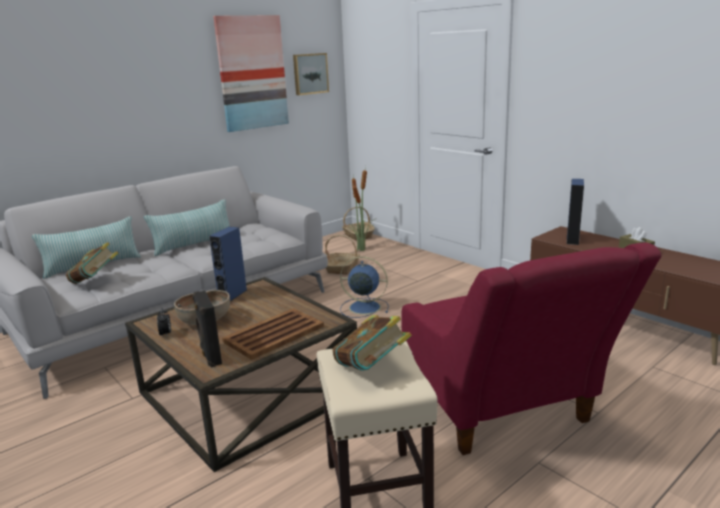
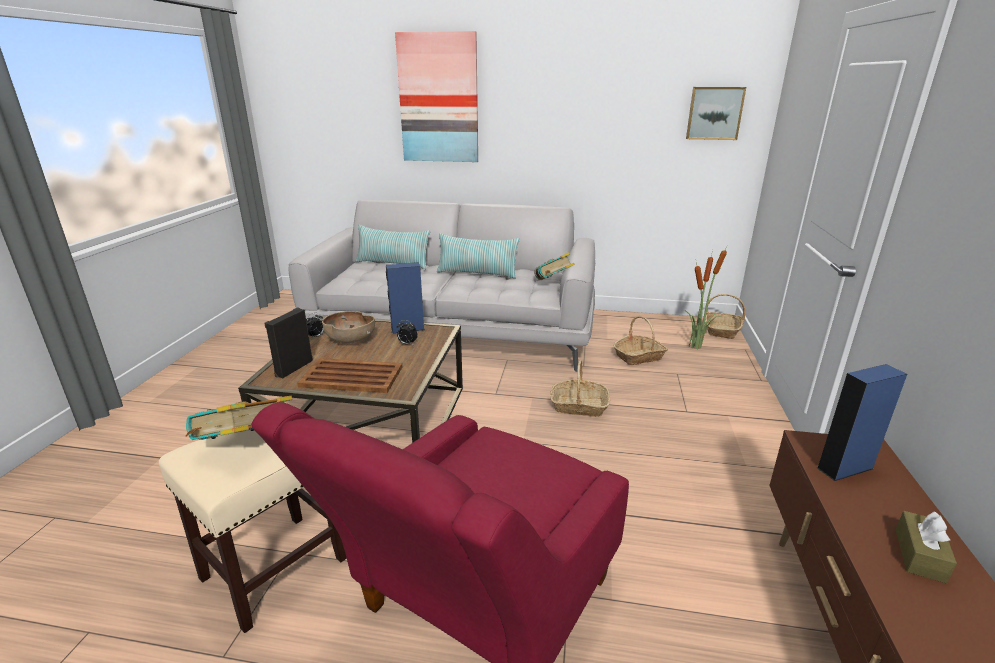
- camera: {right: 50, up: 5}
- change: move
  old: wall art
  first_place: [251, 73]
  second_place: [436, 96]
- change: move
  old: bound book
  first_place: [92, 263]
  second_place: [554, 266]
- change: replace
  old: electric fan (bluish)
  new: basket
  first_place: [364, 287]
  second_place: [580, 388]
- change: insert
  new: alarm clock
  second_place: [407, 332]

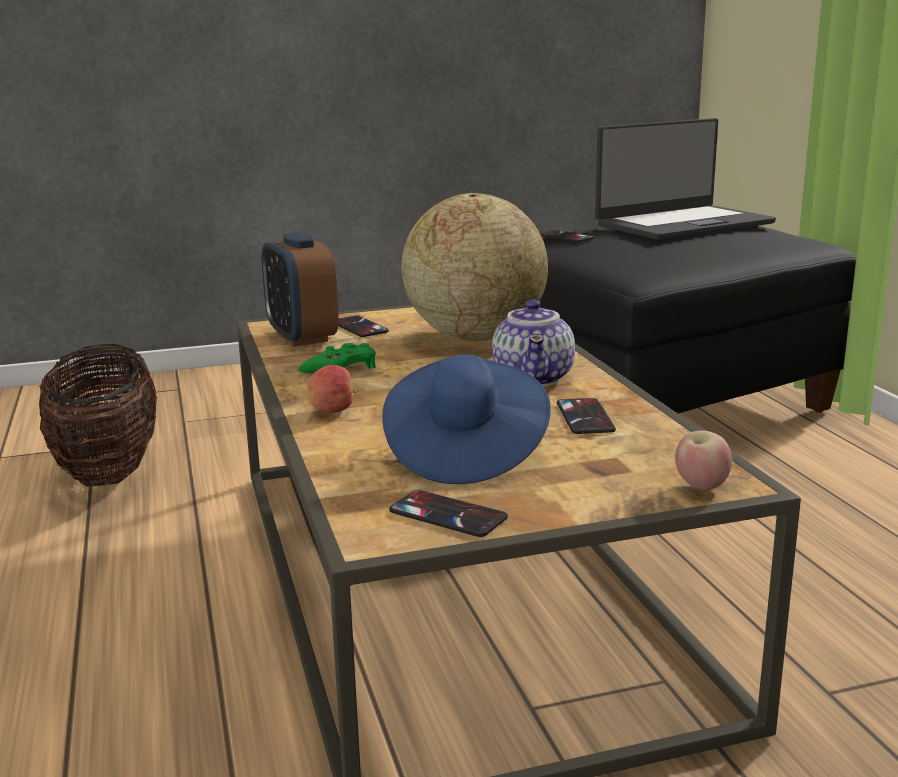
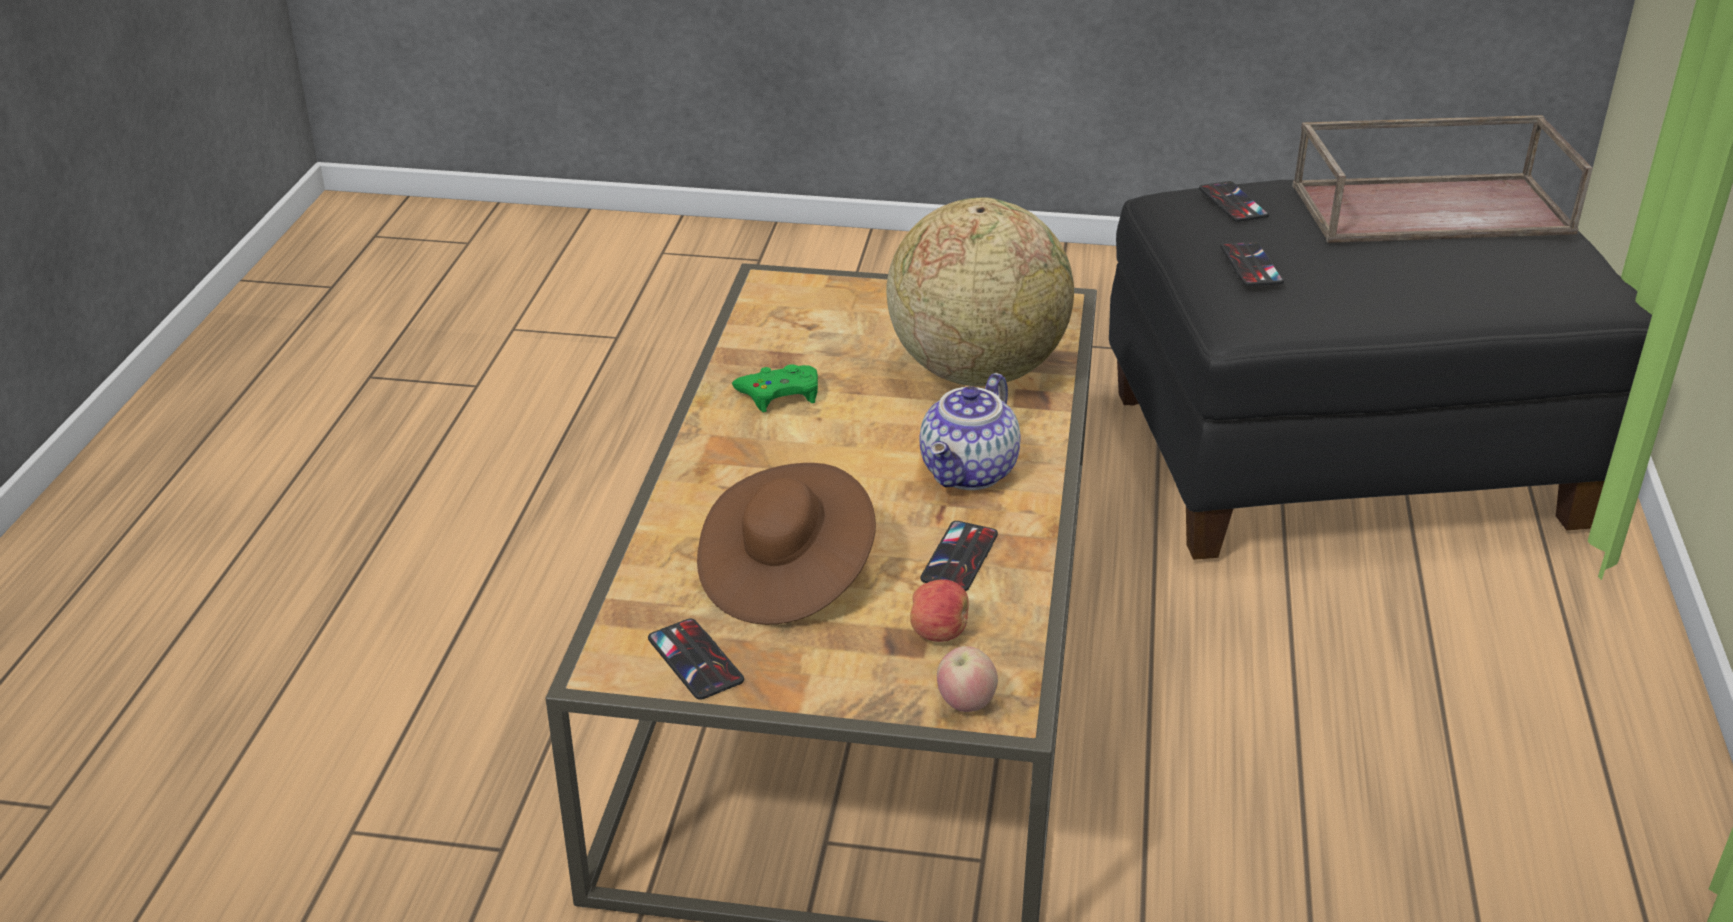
- camera: {right: 25, up: 15}
- change: replace
  old: laptop
  new: carrying tray (brown)
  first_place: [685, 179]
  second_place: [1442, 179]
- change: delete
  old: alarm clock
  first_place: [300, 289]
- change: move
  old: phone
  first_place: [363, 326]
  second_place: [1252, 263]
- change: delete
  old: basket
  first_place: [98, 415]
- change: recolor
  old: wearable hat (bluish)
  new: wearable hat (brown)
  first_place: [466, 419]
  second_place: [786, 544]
- change: move
  old: apple fruit
  first_place: [331, 389]
  second_place: [939, 610]

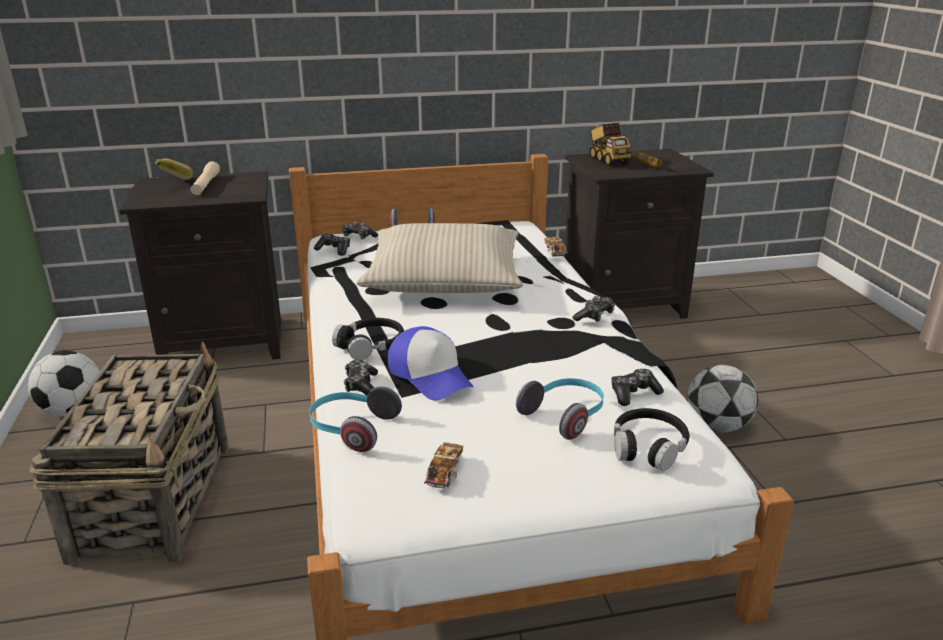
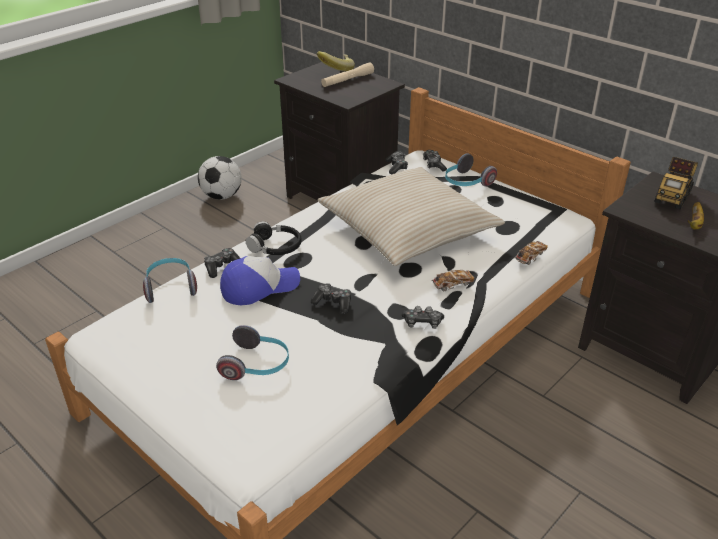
- camera: {right: 55, up: 10}
- change: rotate
  old: cap
  first_place: [431, 363]
  second_place: [260, 280]
  degrees: -135
- change: delete
  old: basket
  first_place: [129, 453]
- change: delete
  old: football ball
  first_place: [723, 398]
- change: move
  old: gamepad
  first_place: [637, 387]
  second_place: [331, 298]
- change: delete
  old: headset (black-coloured)
  first_place: [652, 439]
- change: move
  old: toy car
  first_place: [443, 465]
  second_place: [452, 280]

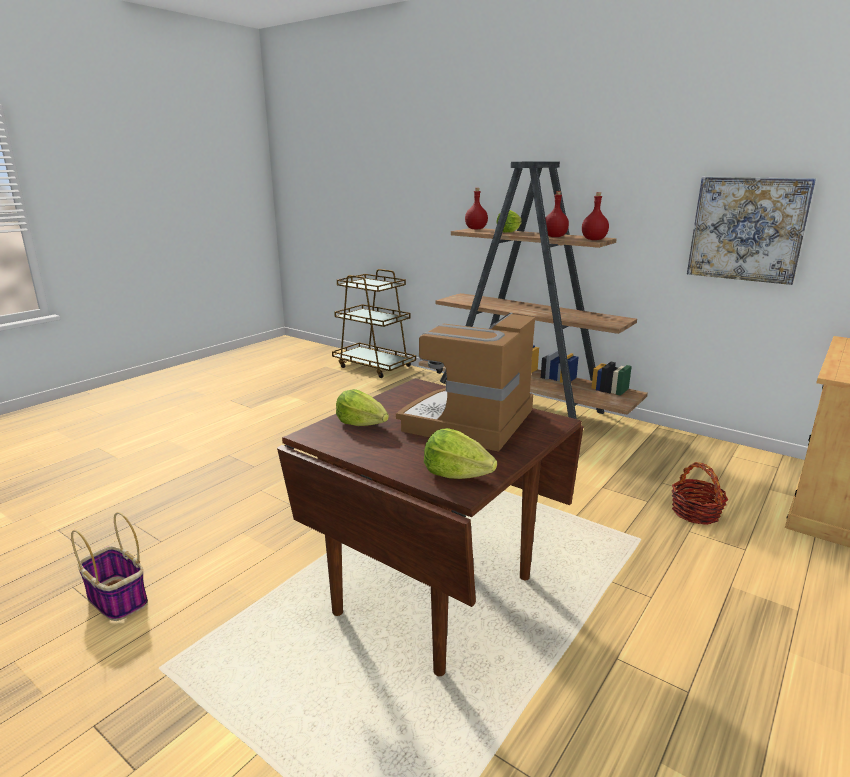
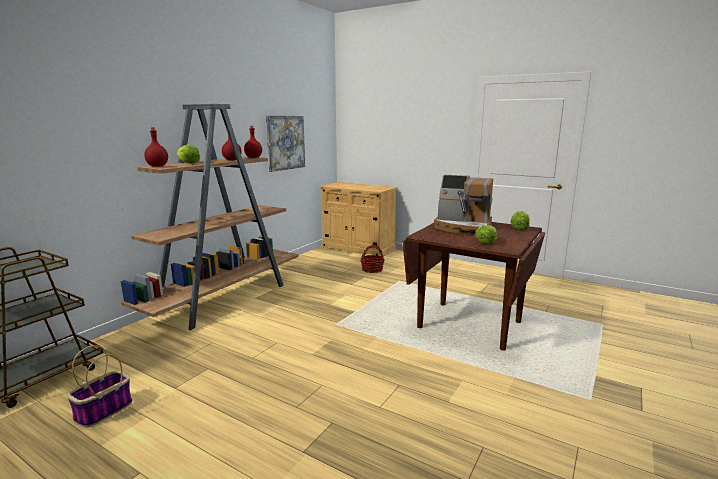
- camera: {right: -95, up: -5}
- change: move
  old: basket
  first_place: [109, 566]
  second_place: [99, 386]

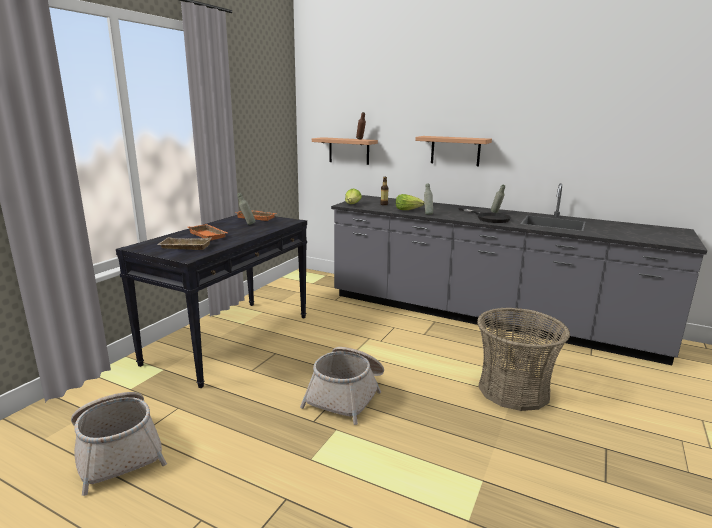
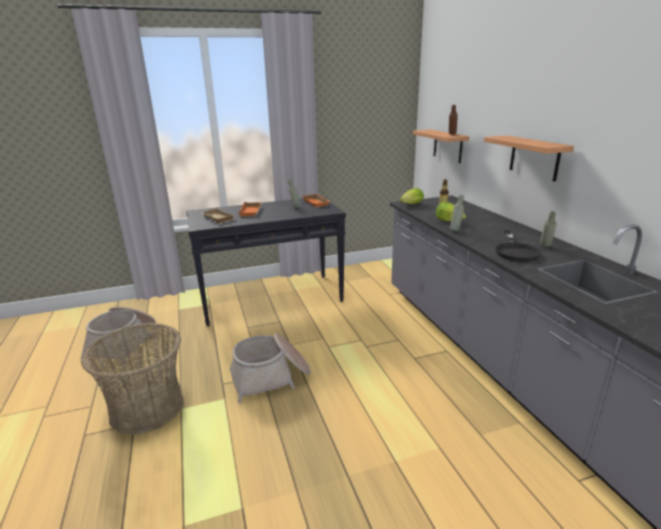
- camera: {right: 45, up: 5}
- change: move
  old: basket
  first_place: [523, 359]
  second_place: [132, 379]

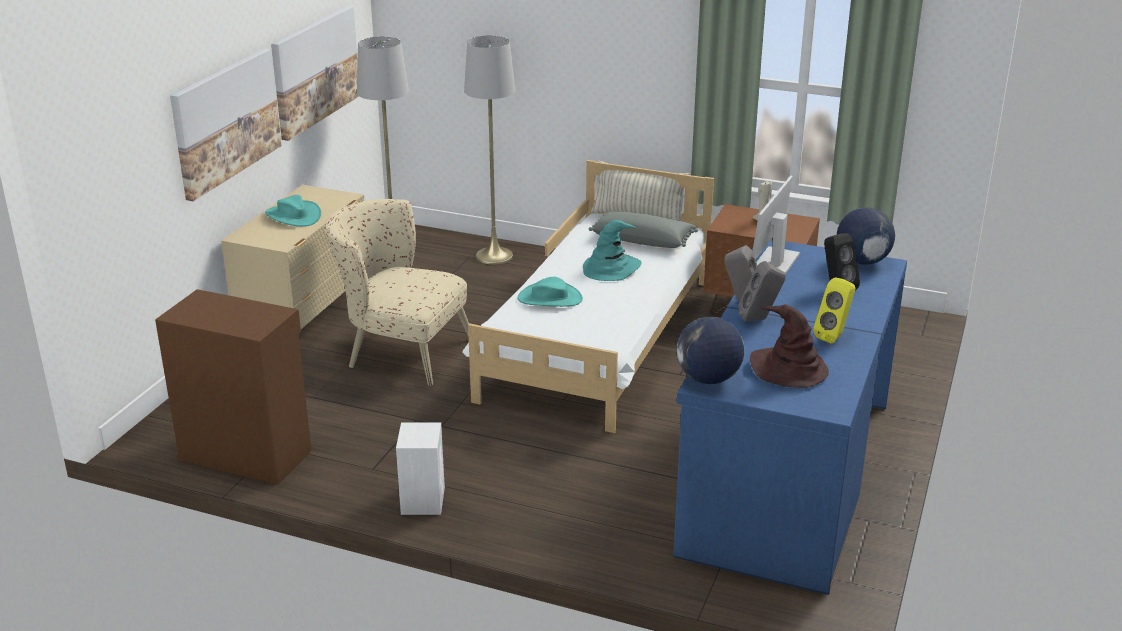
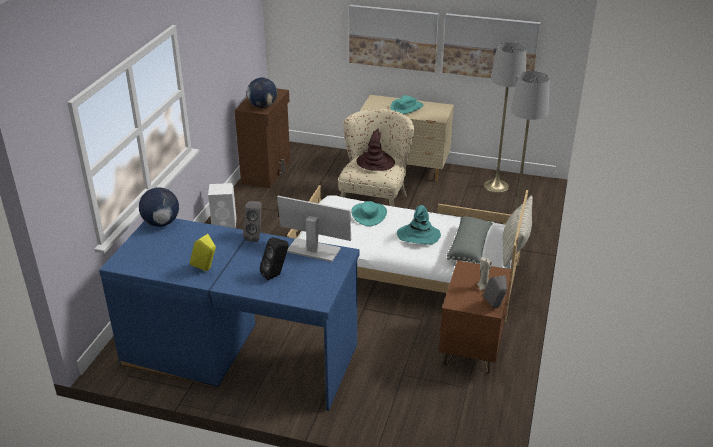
- camera: {right: 85, up: 5}
- change: move
  old: world globe
  first_place: [866, 236]
  second_place: [262, 93]
- change: move
  old: audio speaker (greyish)
  first_place: [762, 291]
  second_place: [495, 291]
- change: move
  old: wearable hat (brown)
  first_place: [789, 346]
  second_place: [375, 150]

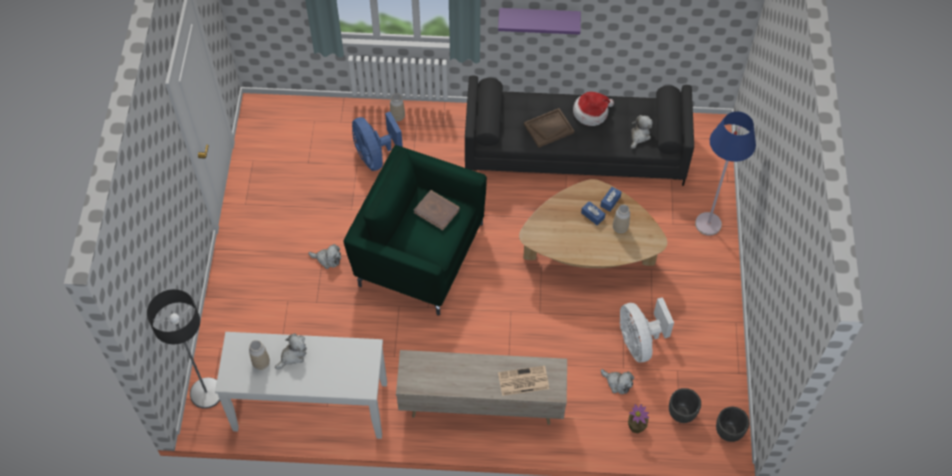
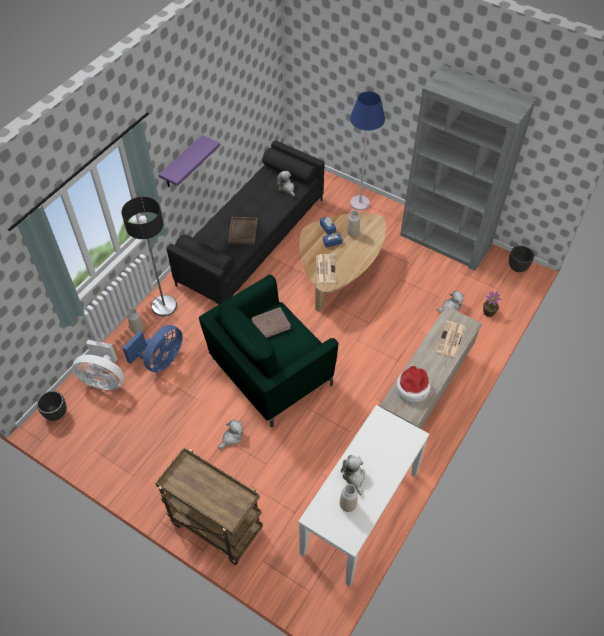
- camera: {right: -60, up: -5}
- change: move
  old: wearable hat
  first_place: [593, 109]
  second_place: [413, 384]
- change: rotate
  old: electric fan (bluish)
  first_place: [377, 141]
  second_place: [152, 348]
  degrees: -60
- change: move
  old: standard lamp
  first_place: [183, 349]
  second_place: [149, 256]
- change: move
  old: electric fan (white)
  first_place: [646, 329]
  second_place: [98, 365]
- change: move
  old: plant pot (black-coloured)
  first_place: [685, 405]
  second_place: [52, 406]
- change: insert
  new: bookshelf (greyish)
  second_place: [468, 168]
- change: insert
  new: daily paper
  second_place: [326, 269]
- change: insert
  new: trolley (brown)
  second_place: [209, 506]

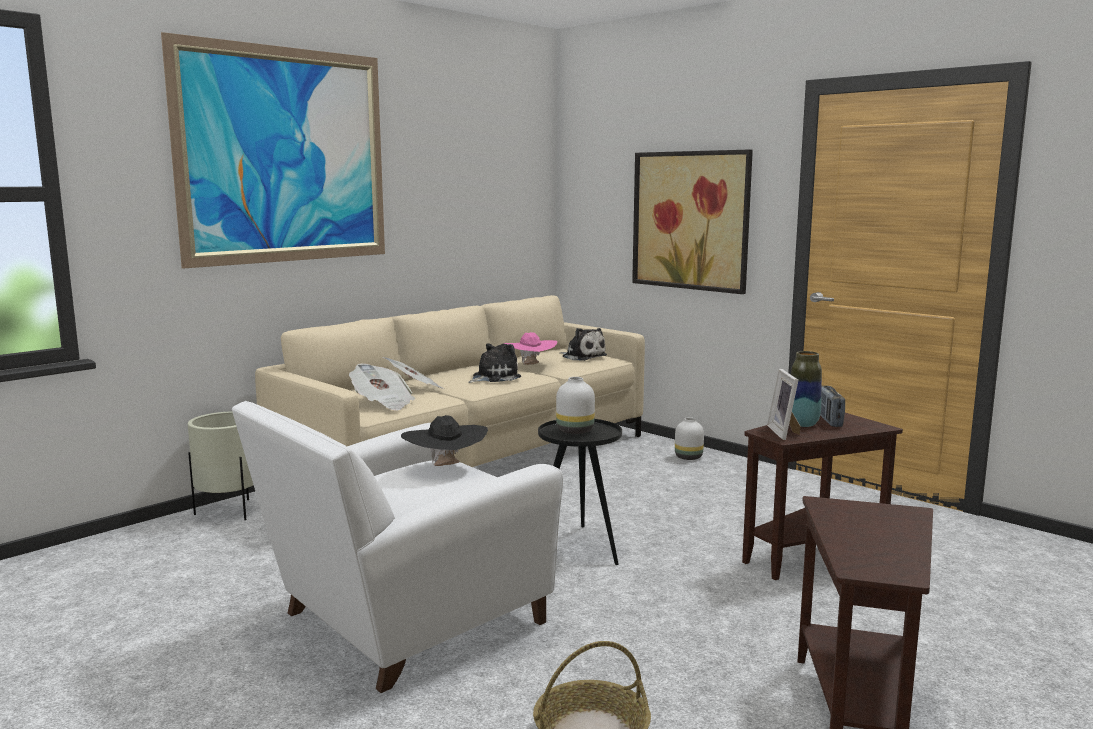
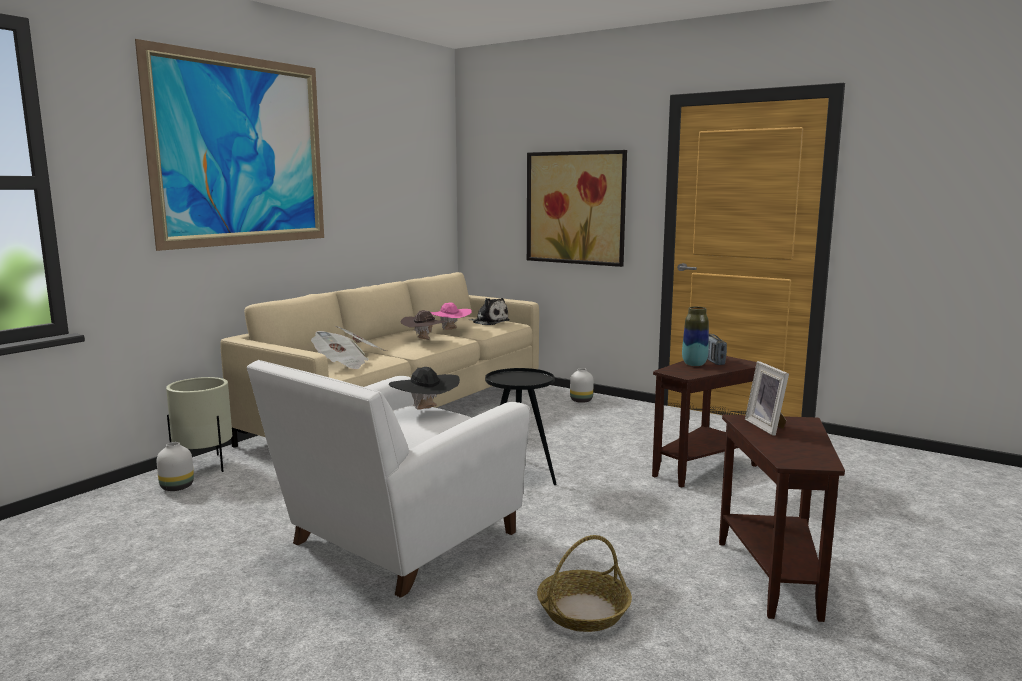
- camera: {right: -10, up: 0}
- change: replace
  old: soft toy
  new: wearable hat (brown)
  first_place: [494, 363]
  second_place: [423, 325]
- change: move
  old: picture frame
  first_place: [784, 404]
  second_place: [767, 398]
- change: move
  old: flower vase (white)
  first_place: [575, 405]
  second_place: [175, 466]

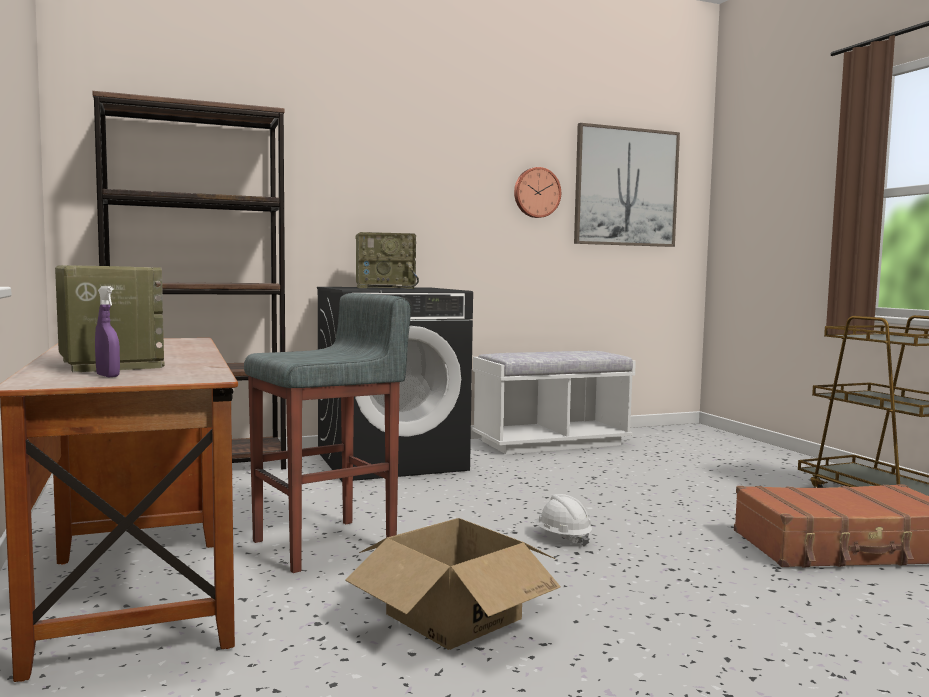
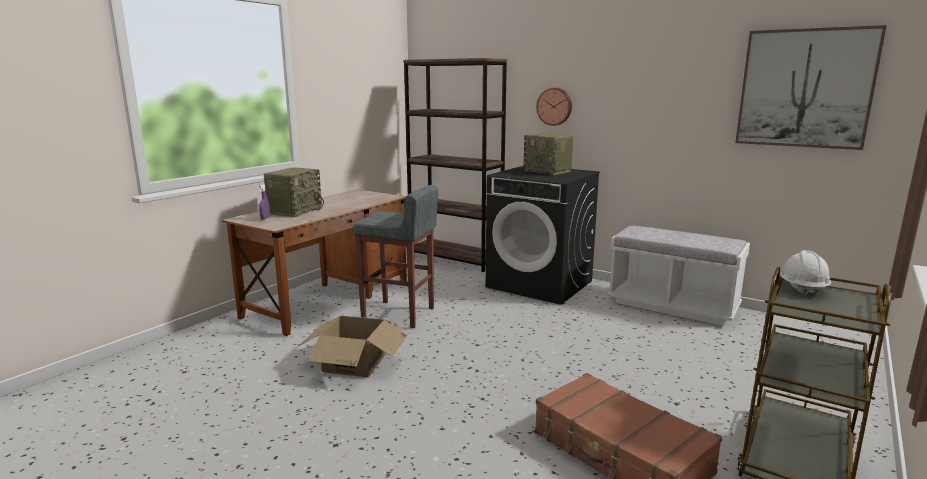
- camera: {right: 55, up: 10}
- change: move
  old: hanging clock
  first_place: [537, 192]
  second_place: [554, 107]
- change: move
  old: hard hat (white)
  first_place: [562, 520]
  second_place: [805, 274]

